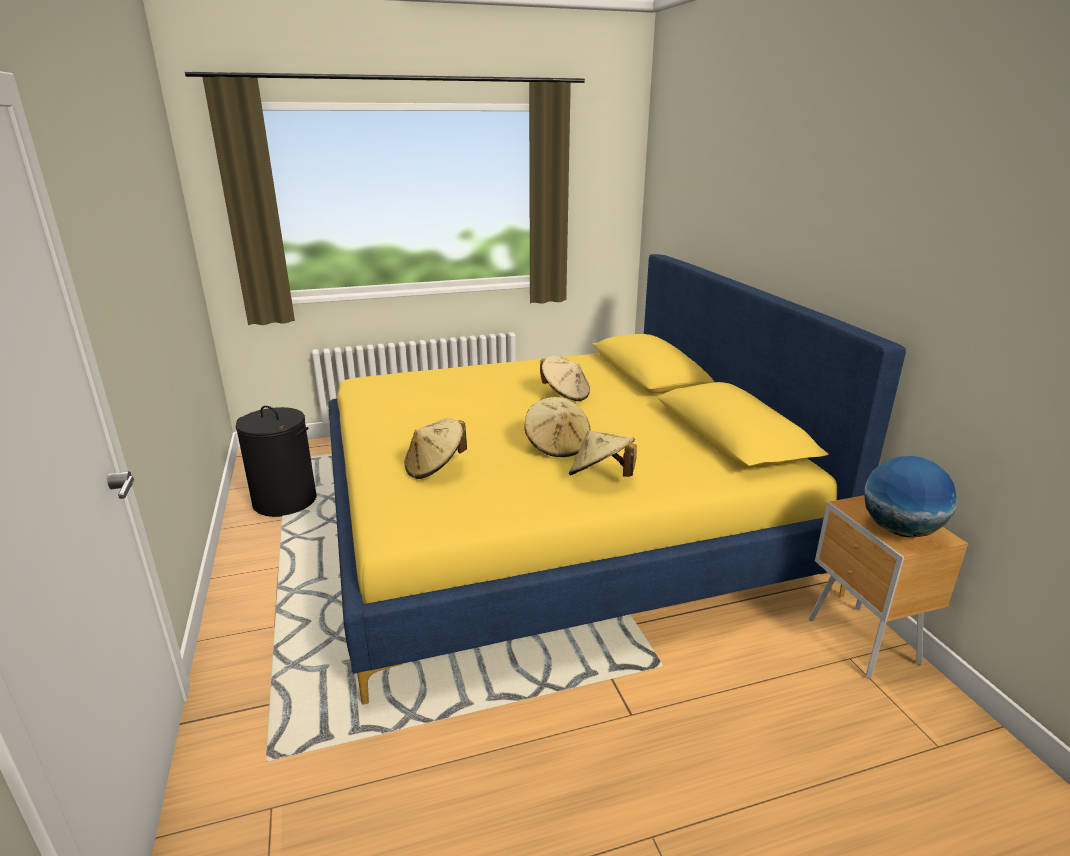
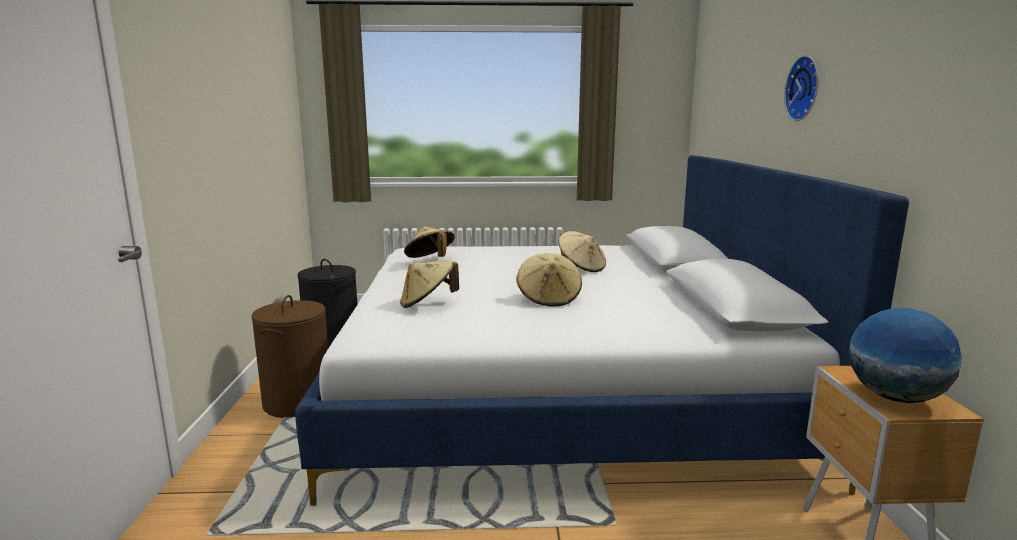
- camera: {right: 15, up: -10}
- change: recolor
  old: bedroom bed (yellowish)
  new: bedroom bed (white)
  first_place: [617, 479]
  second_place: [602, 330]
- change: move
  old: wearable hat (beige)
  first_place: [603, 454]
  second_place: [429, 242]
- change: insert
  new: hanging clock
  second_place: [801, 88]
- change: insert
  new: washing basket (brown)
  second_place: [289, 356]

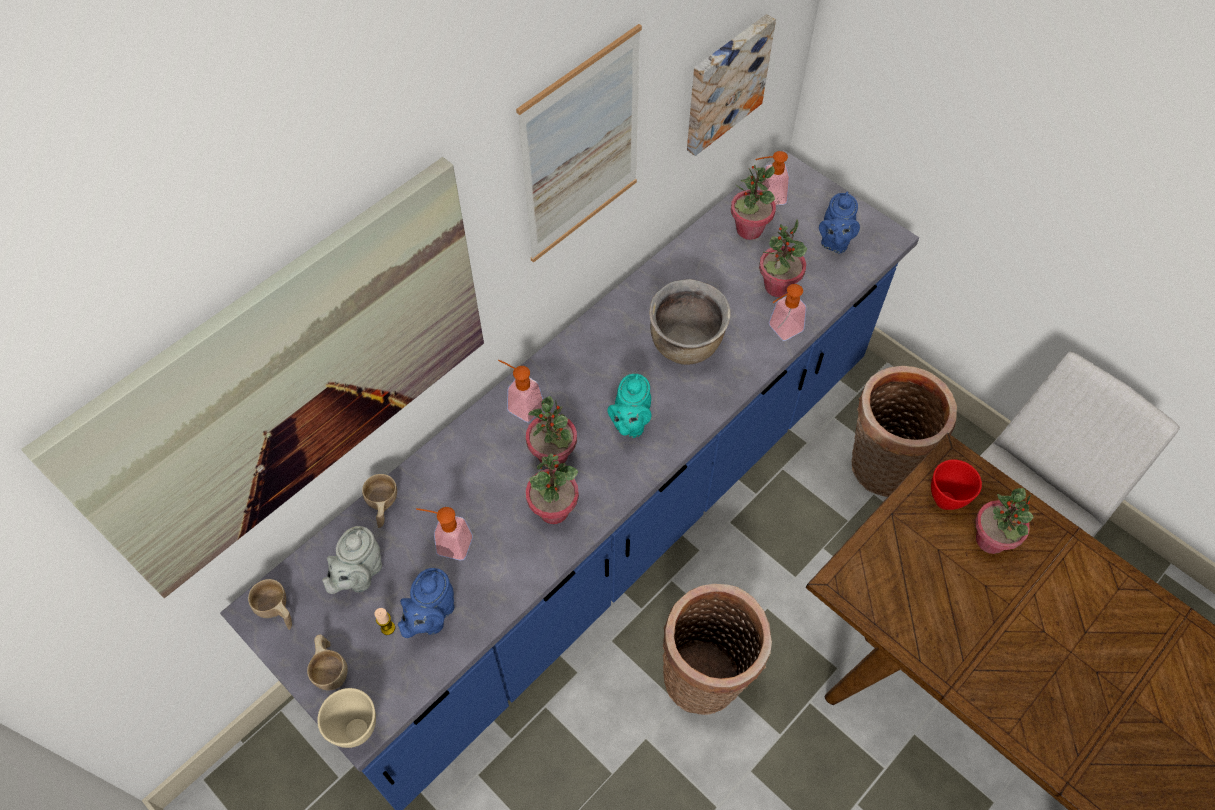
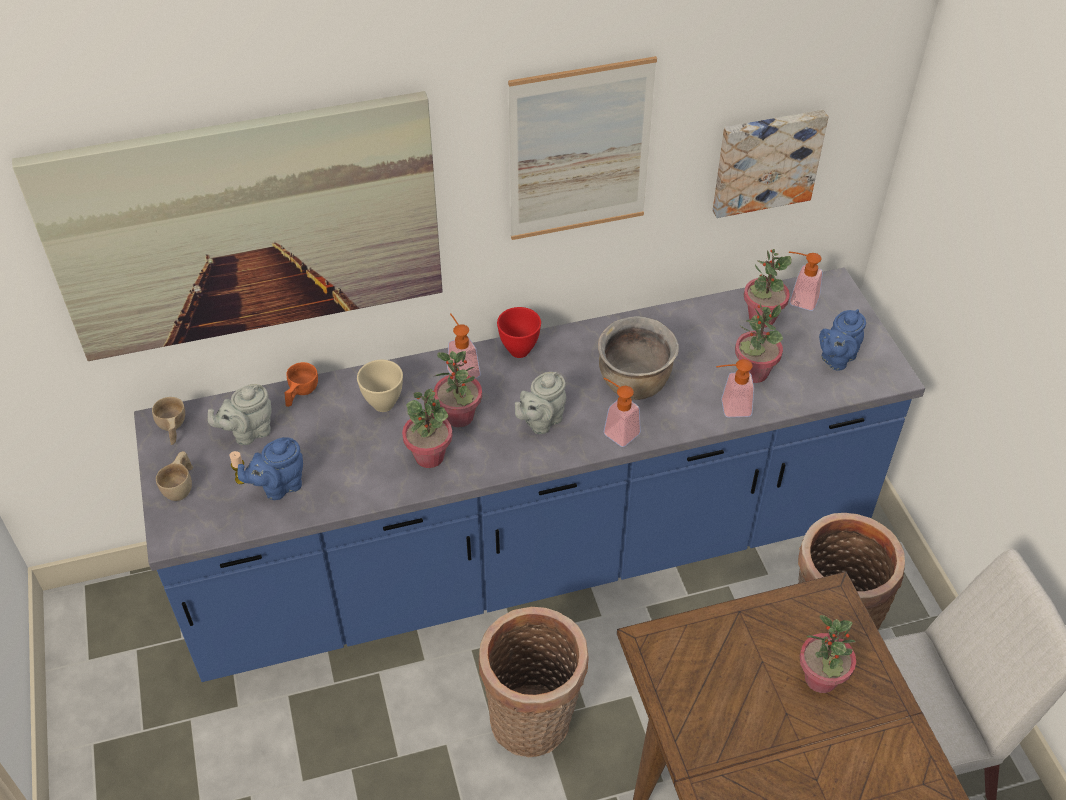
- camera: {right: 30, up: -10}
- change: recolor
  old: pot for tea (turquoise)
  new: pot for tea (greyish)
  first_place: [630, 406]
  second_place: [540, 403]
- change: move
  old: serving bowl (red-coloured)
  first_place: [956, 485]
  second_place: [519, 332]
- change: recolor
  old: cup (beige)
  new: cup (orangey)
  first_place: [379, 501]
  second_place: [301, 384]
- change: move
  old: soap bottle
  first_place: [444, 534]
  second_place: [622, 412]
- change: move
  old: serving bowl (beige)
  first_place: [346, 718]
  second_place: [380, 386]

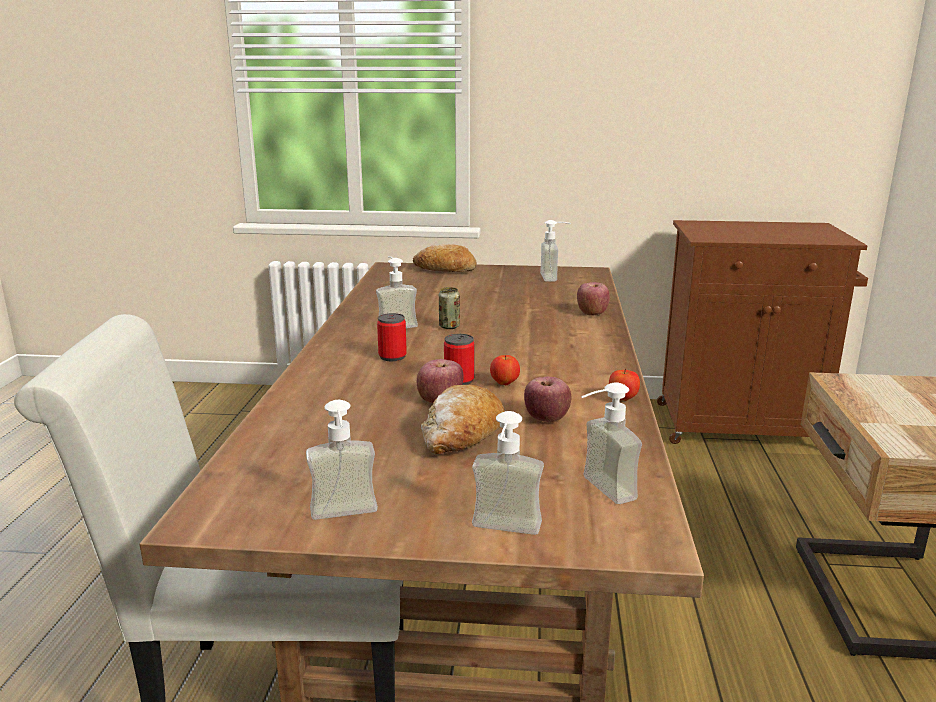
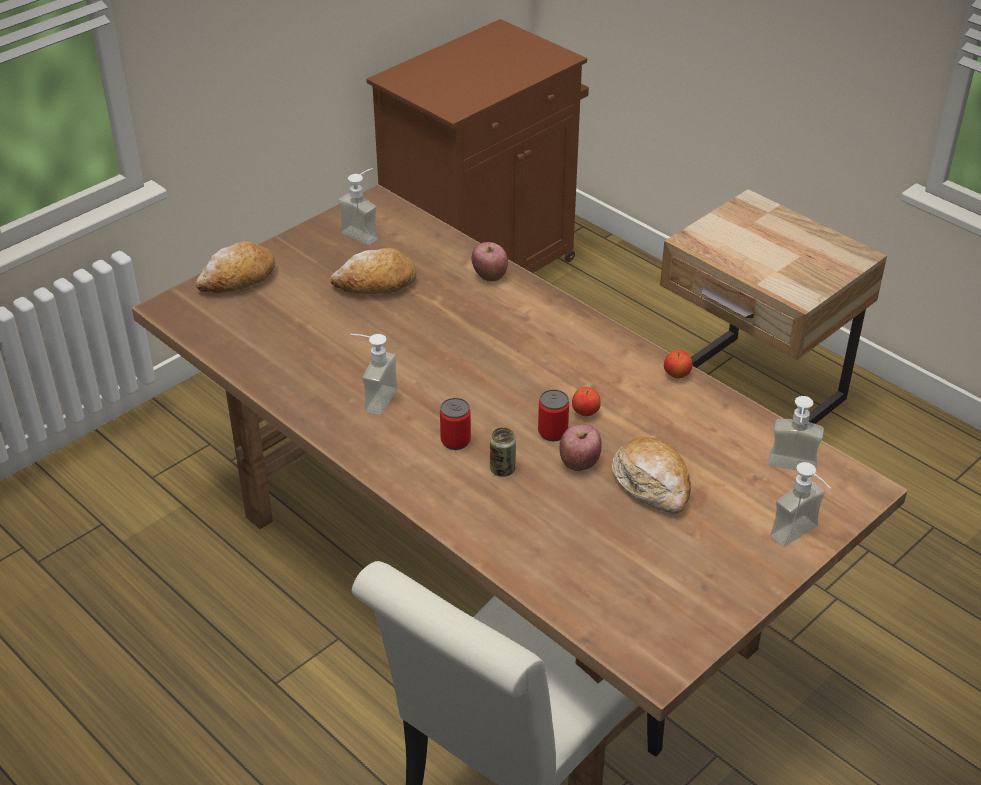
- camera: {right: -50, up: 20}
- change: move
  old: sealed can
  first_place: [449, 308]
  second_place: [503, 452]
- change: delete
  old: apple fruit
  first_place: [548, 399]
- change: delete
  old: soap bottle
  first_place: [342, 460]
- change: insert
  new: bakery bread
  second_place: [373, 271]

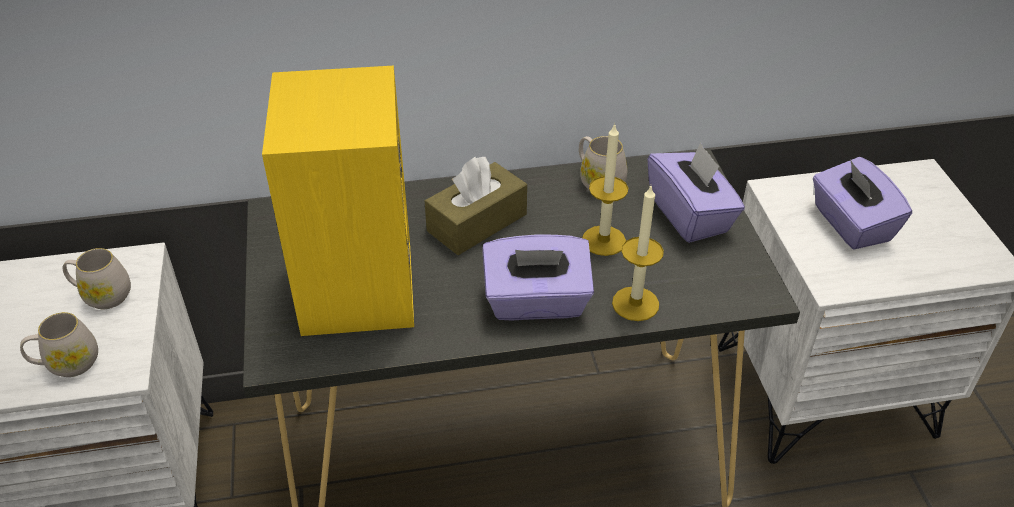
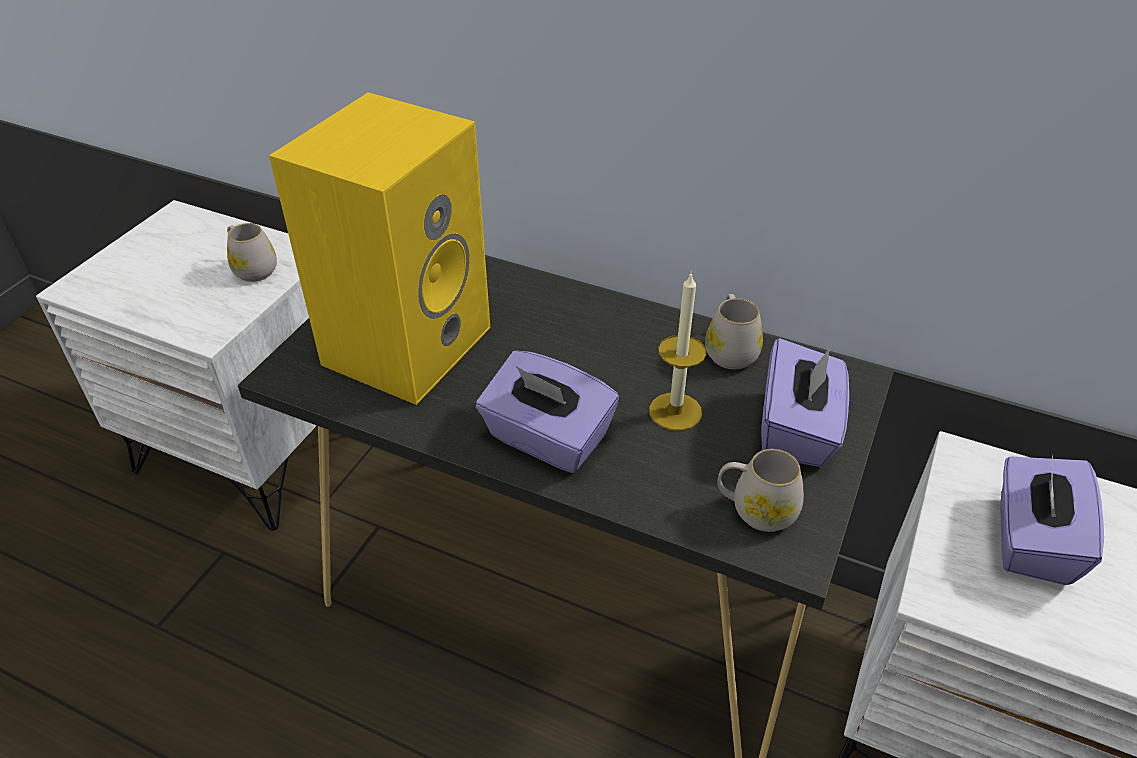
- camera: {right: 35, up: 0}
- change: delete
  old: tissue box (brown)
  first_place: [476, 206]
- change: delete
  old: candle
  first_place: [638, 253]
- change: move
  old: coffee mug (white)
  first_place: [59, 344]
  second_place: [761, 490]

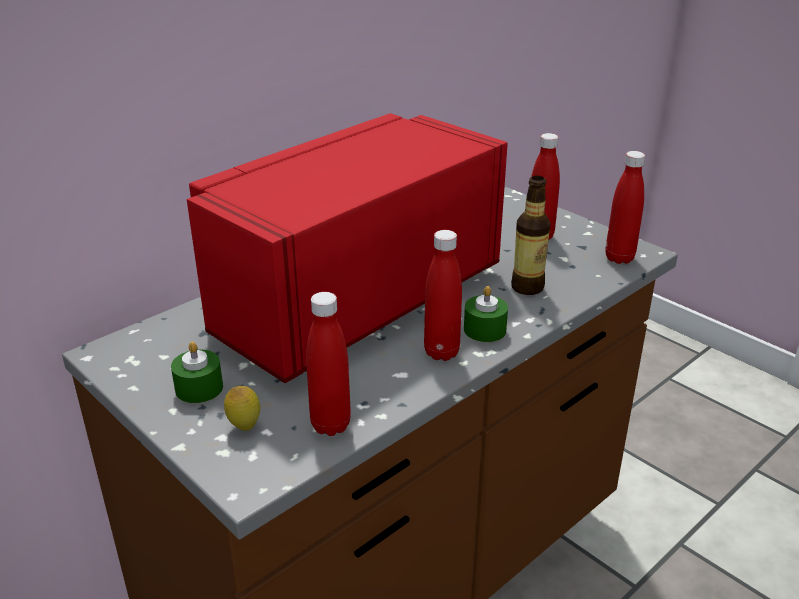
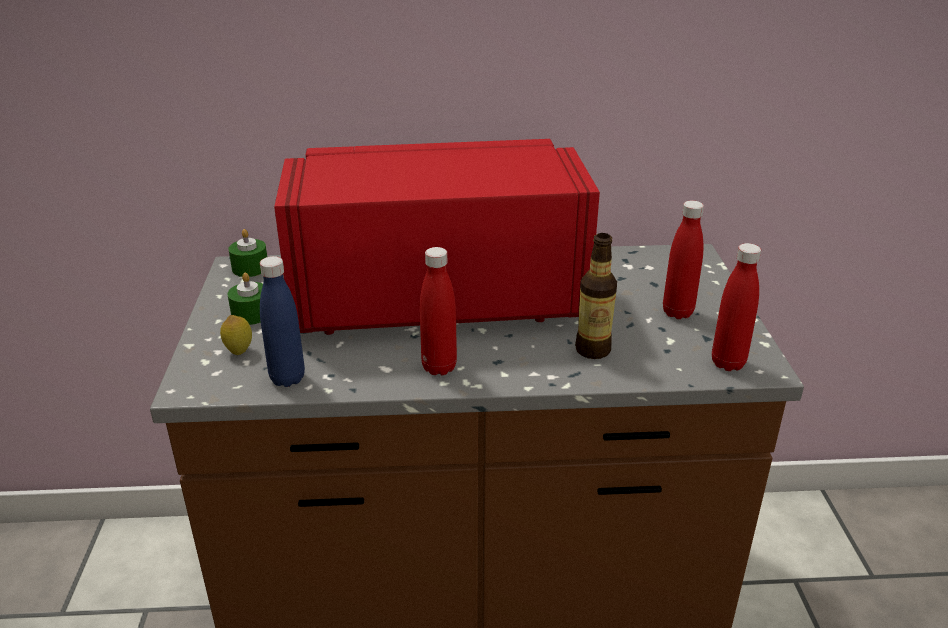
- camera: {right: 40, up: 0}
- change: move
  old: candle (green-coloured)
  first_place: [486, 314]
  second_place: [247, 253]
- change: recolor
  old: bottle (red-coloured)
  new: bottle (bluish)
  first_place: [328, 364]
  second_place: [282, 321]

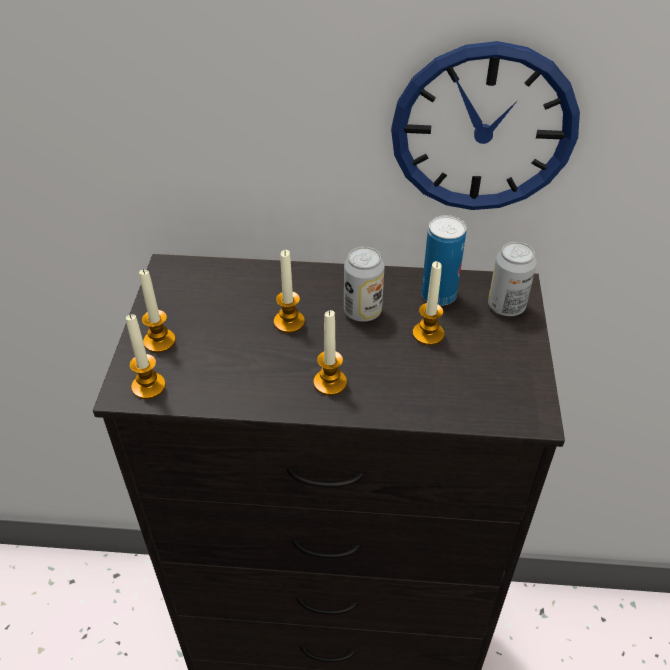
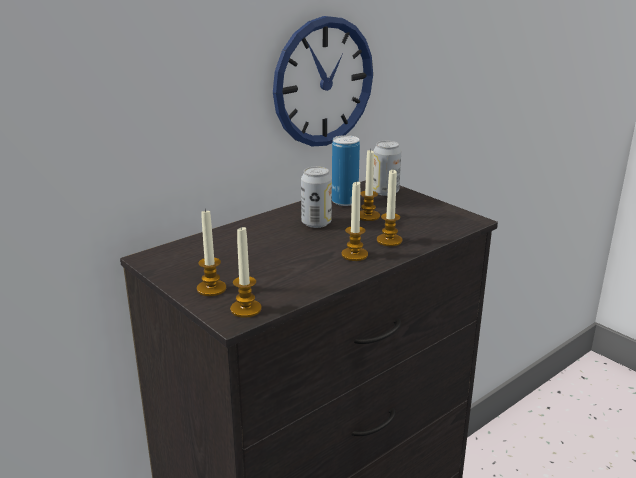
- camera: {right: -45, up: -20}
- change: move
  old: candle
  first_place: [289, 291]
  second_place: [389, 208]

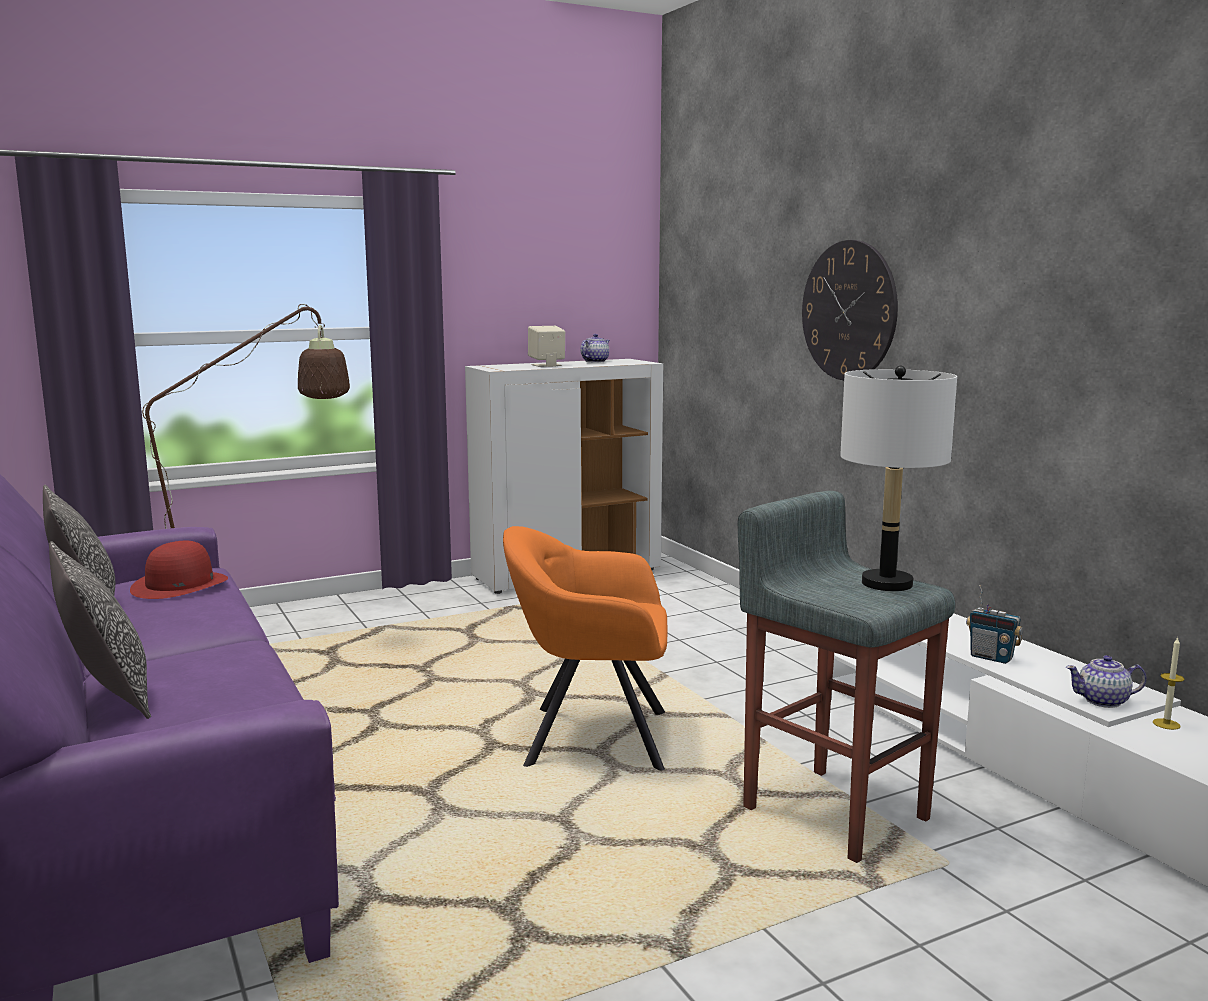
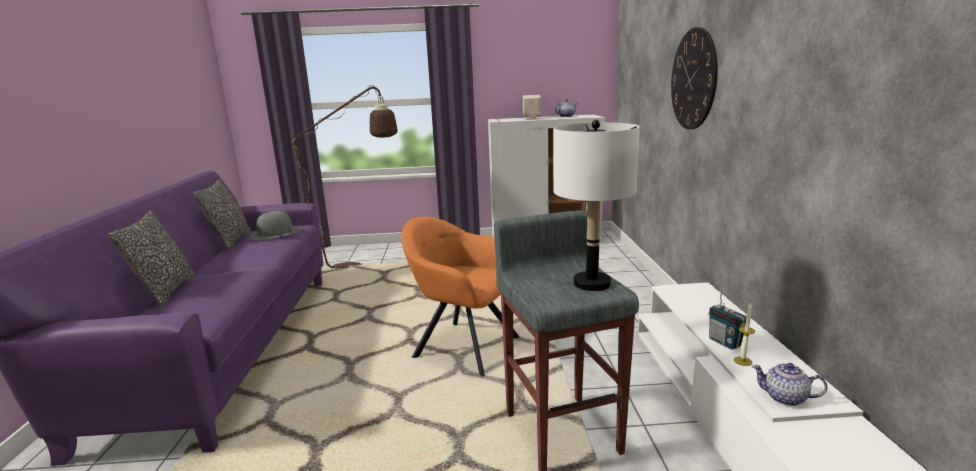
- camera: {right: 25, up: 5}
- change: recolor
  old: wearable hat (red-coloured)
  new: wearable hat (greyish)
  first_place: [179, 570]
  second_place: [275, 225]
- change: move
  old: candle
  first_place: [1169, 683]
  second_place: [744, 334]

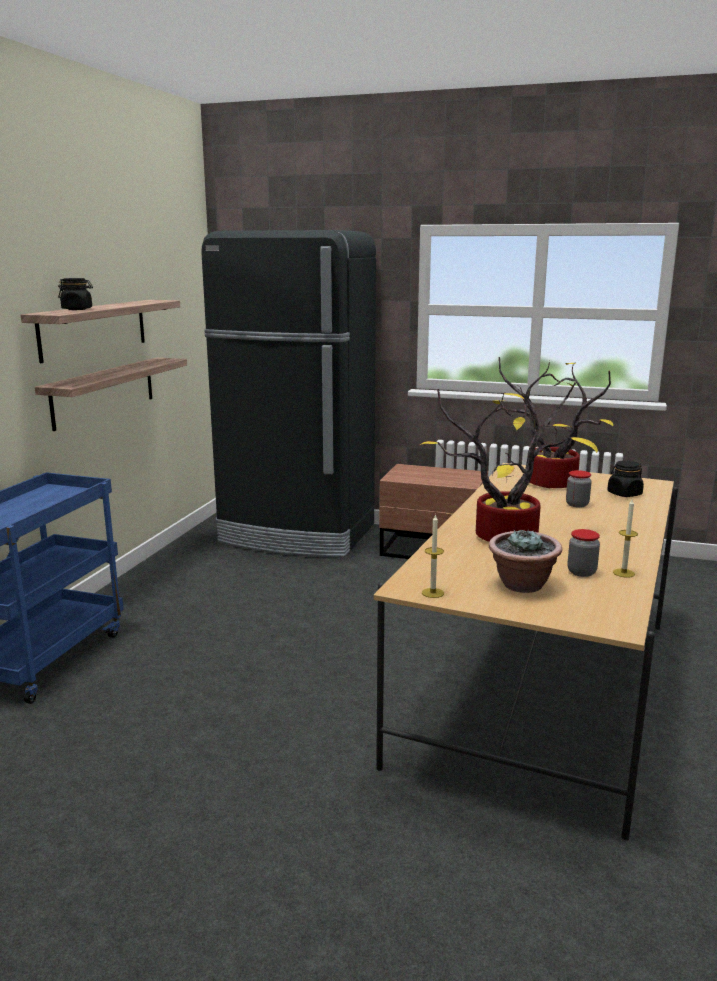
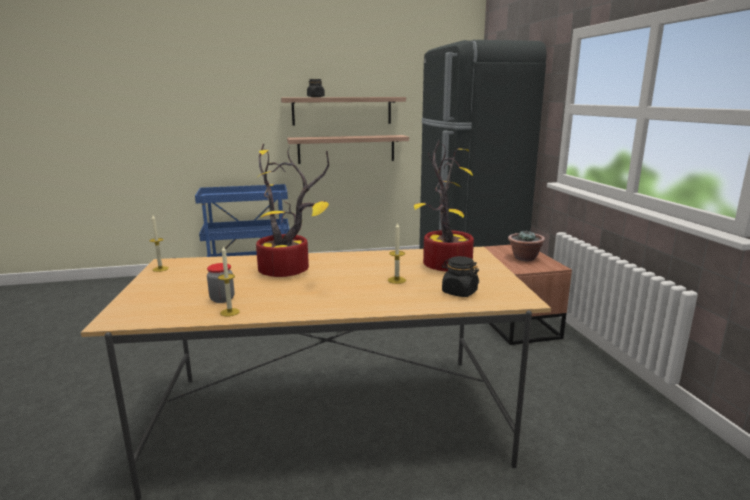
- camera: {right: 60, up: 0}
- change: replace
  old: jar
  new: candle
  first_place: [579, 489]
  second_place: [397, 253]
- change: move
  old: houseplant
  first_place: [525, 561]
  second_place: [526, 245]

